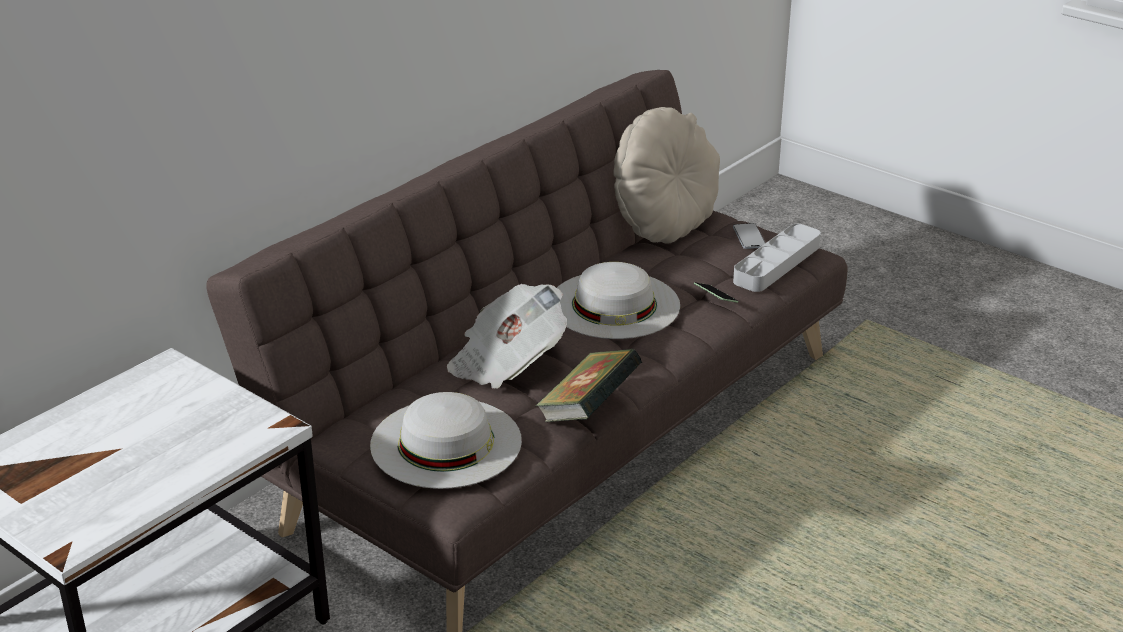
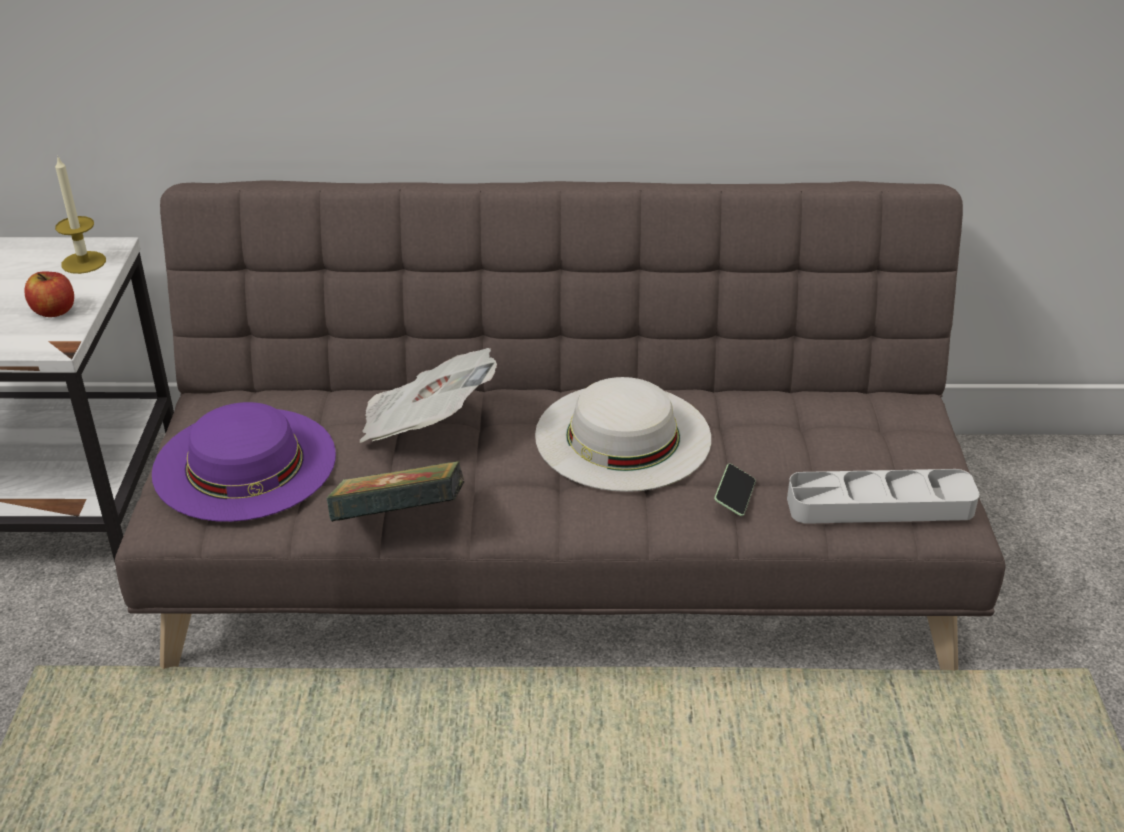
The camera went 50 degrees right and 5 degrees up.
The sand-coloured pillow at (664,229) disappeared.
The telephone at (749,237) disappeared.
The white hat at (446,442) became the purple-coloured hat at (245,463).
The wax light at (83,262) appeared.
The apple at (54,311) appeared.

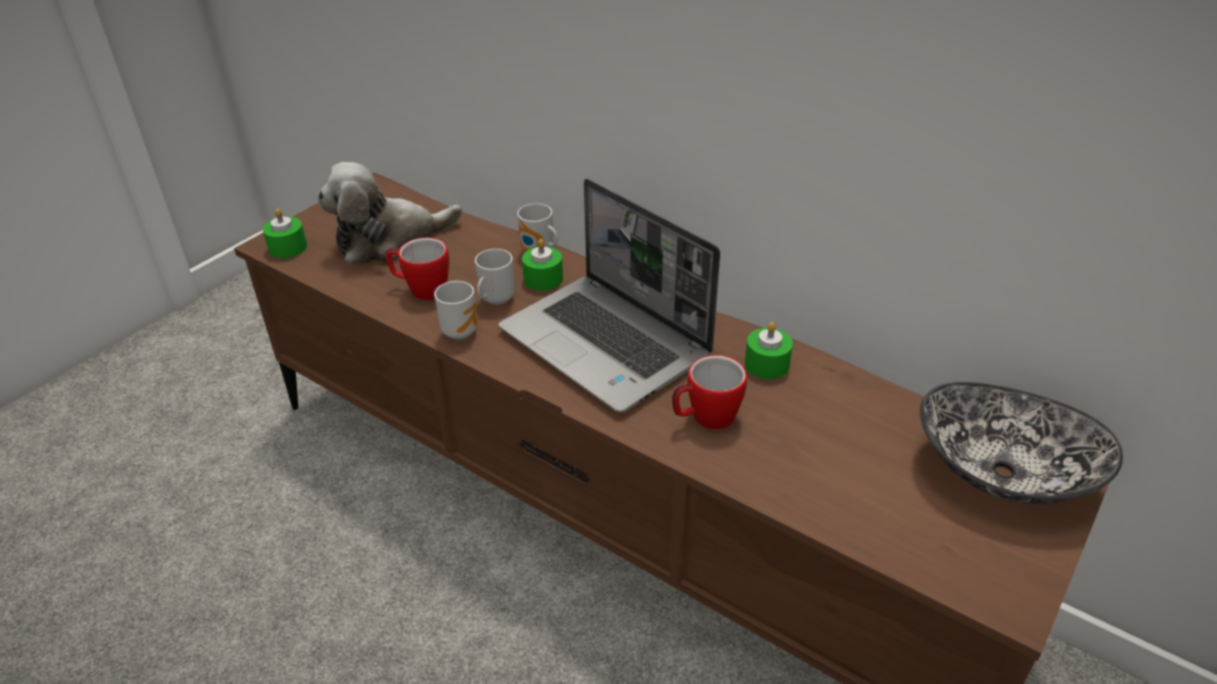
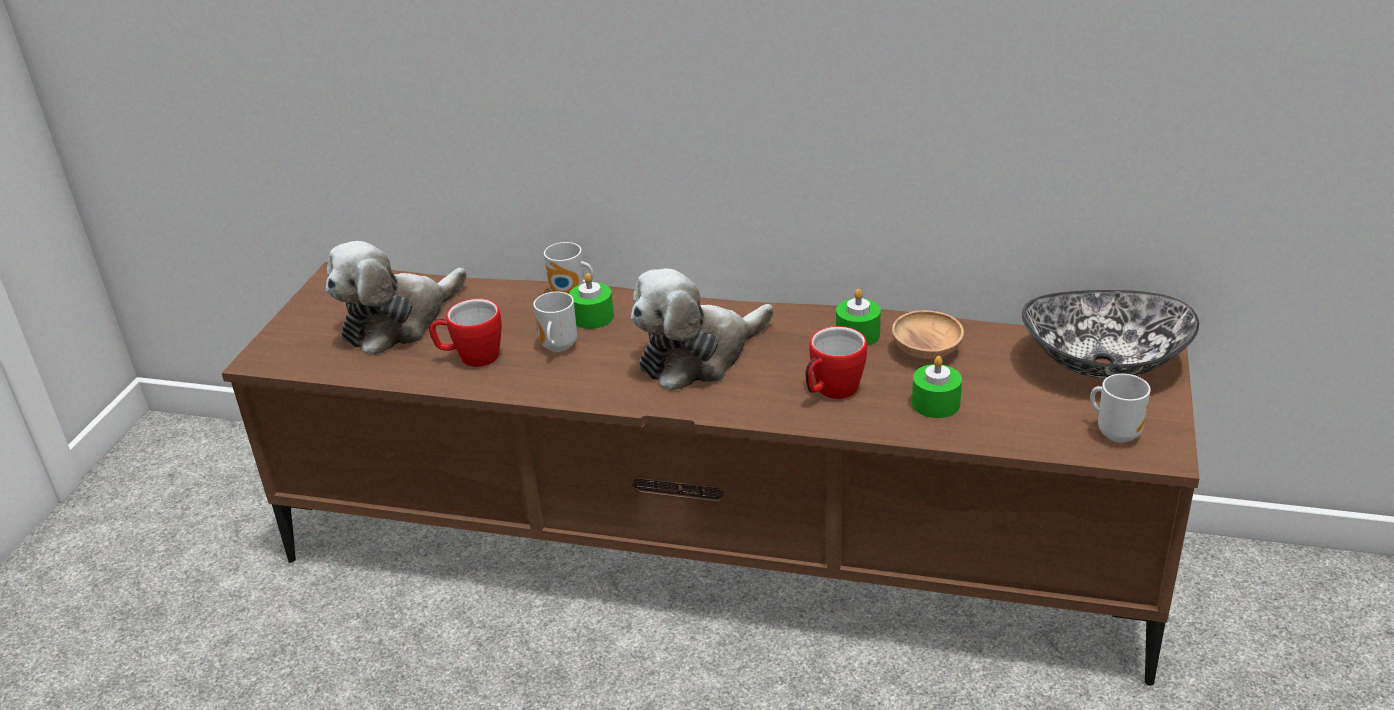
The camera went 20 degrees left and 5 degrees down.
The portable computer at (608,344) was replaced by the plush toy at (698,356).
The green wax light moved from (287,247) to (935,403).
The mug moved from (460,331) to (1116,433).
The brown-coloured deep dish at (926,351) appeared.

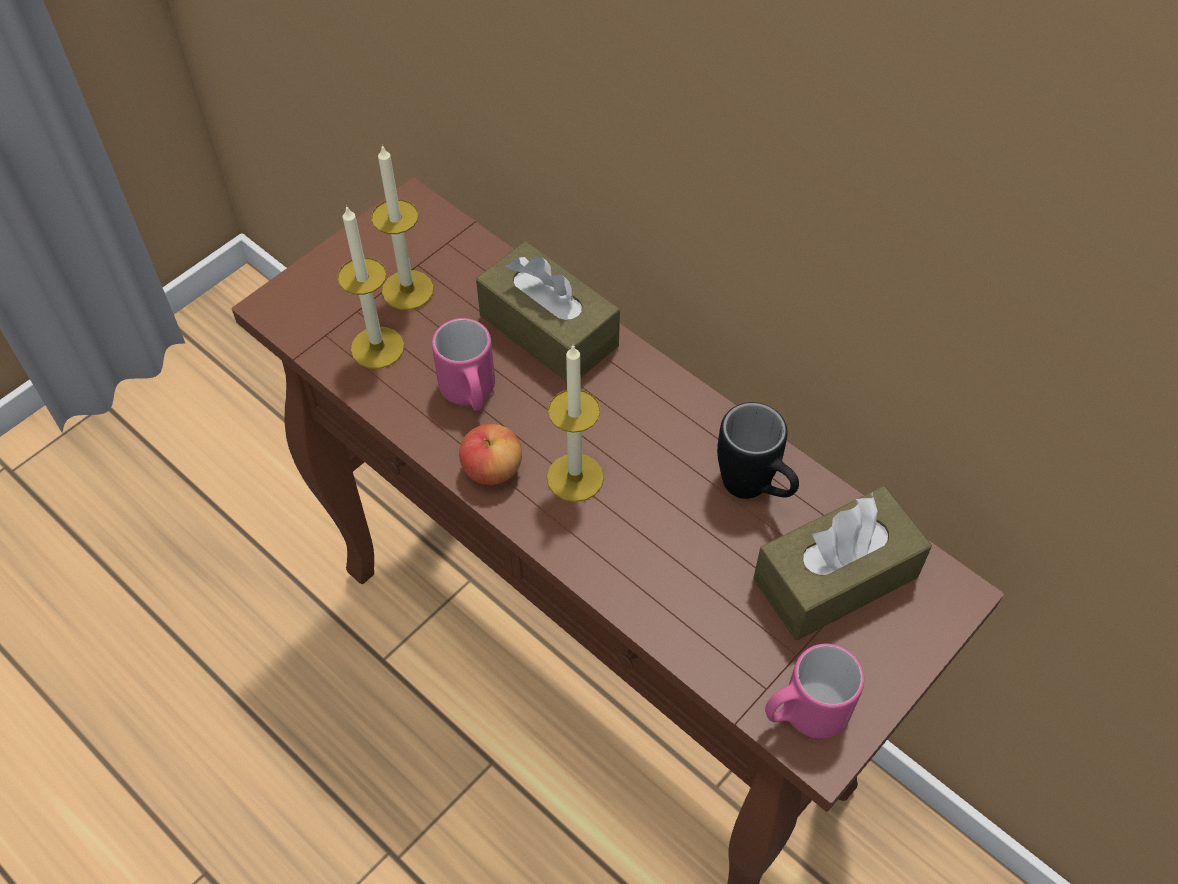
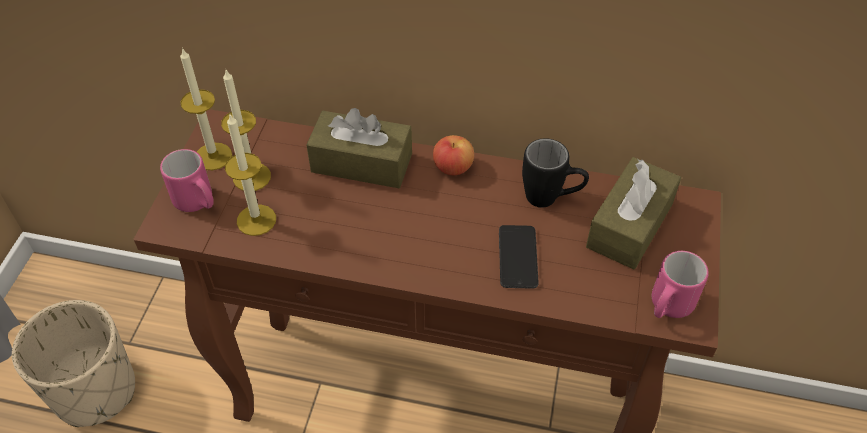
The camera went 30 degrees left and 5 degrees down.
The pink-coloured mug moved from (470,394) to (197,202).
The wax light moved from (575,477) to (213,156).
The apple moved from (492,469) to (453,167).
The telephone at (518,257) appeared.
The sand-coloured flower pot at (95,391) appeared.

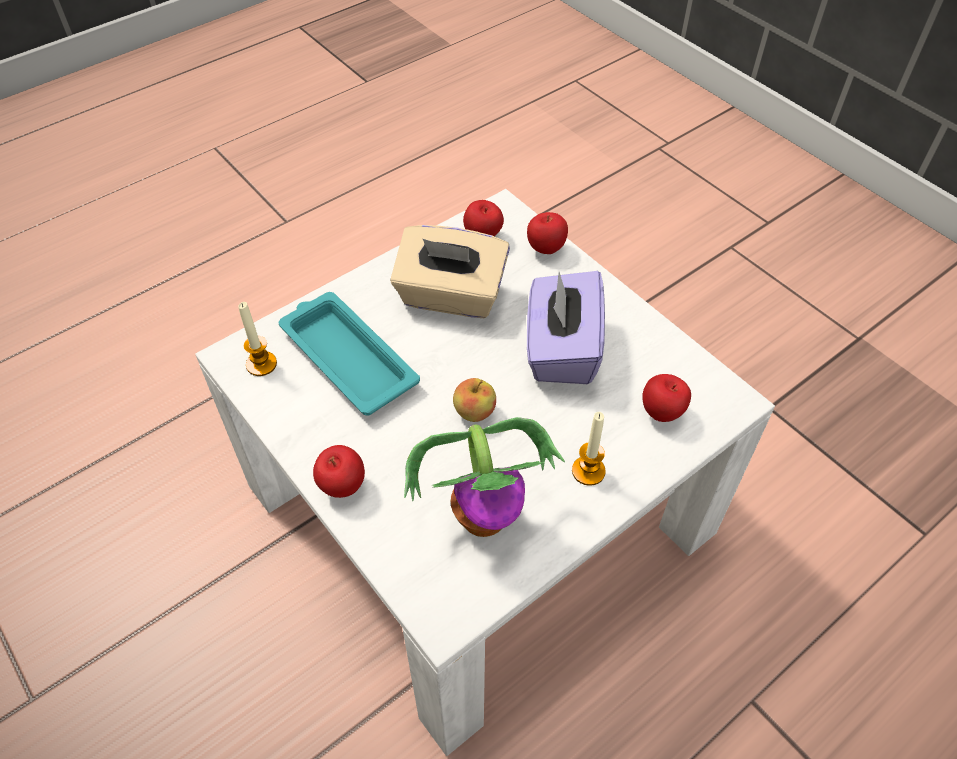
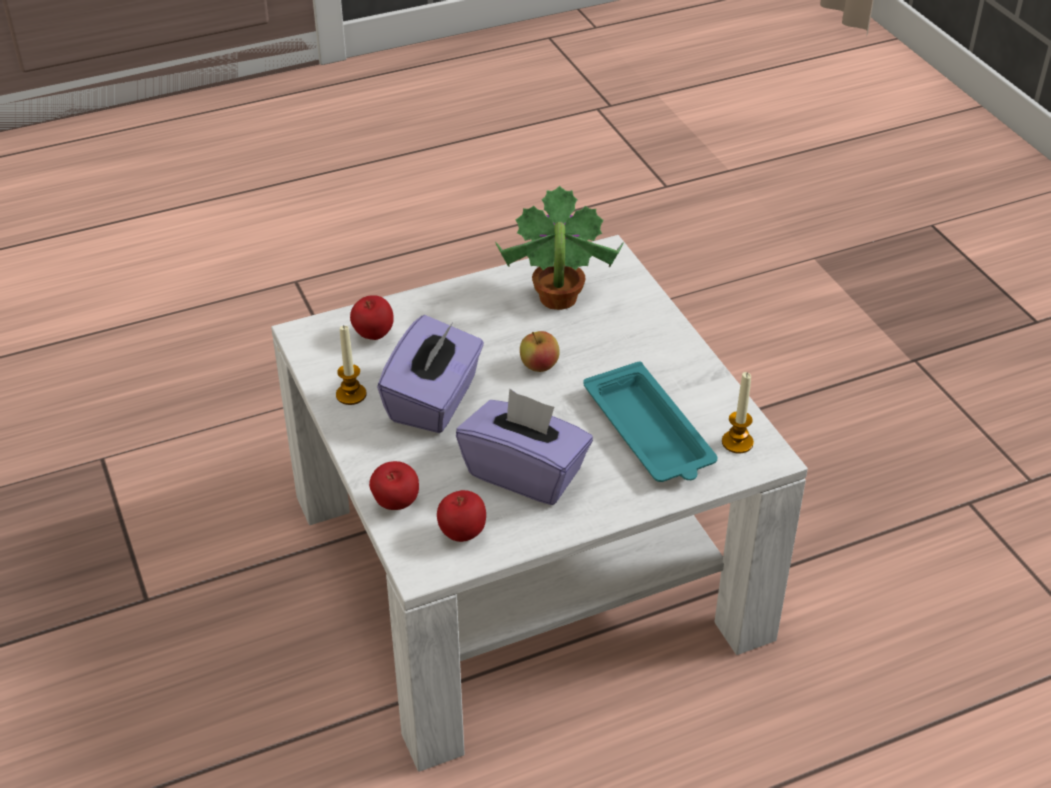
The camera went 165 degrees left and 10 degrees down.
The sand-coloured tissue box at (450,296) became the purple-coloured tissue box at (525,472).
The wax light moved from (588,471) to (351,394).
The apple at (342,486) disappeared.

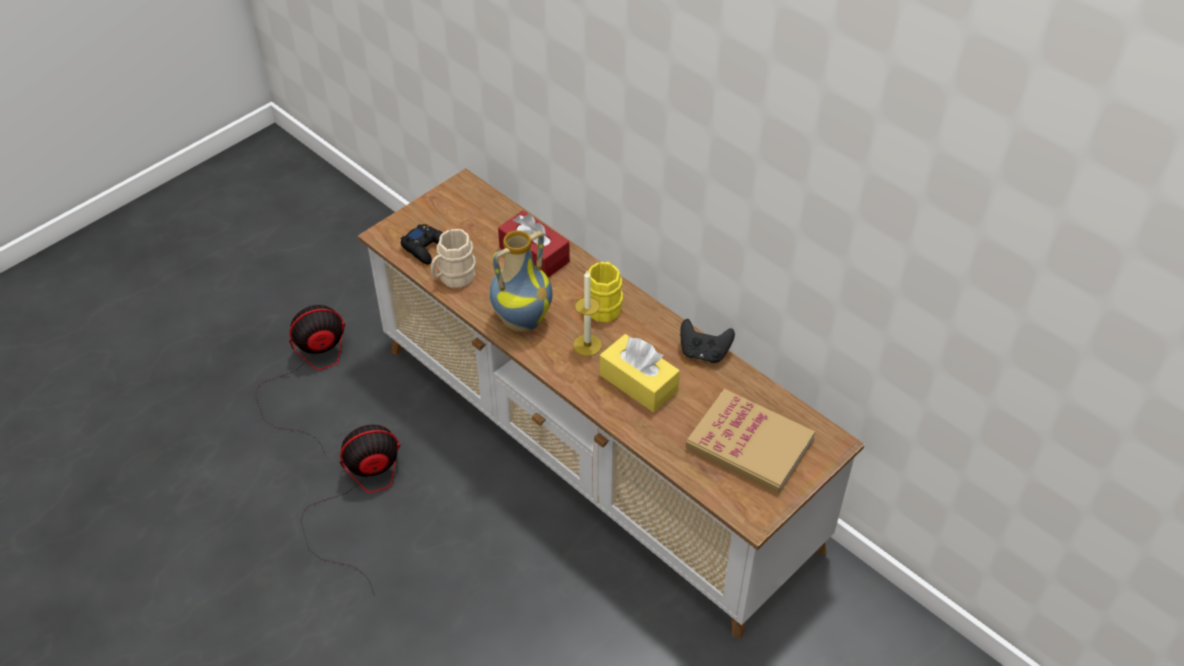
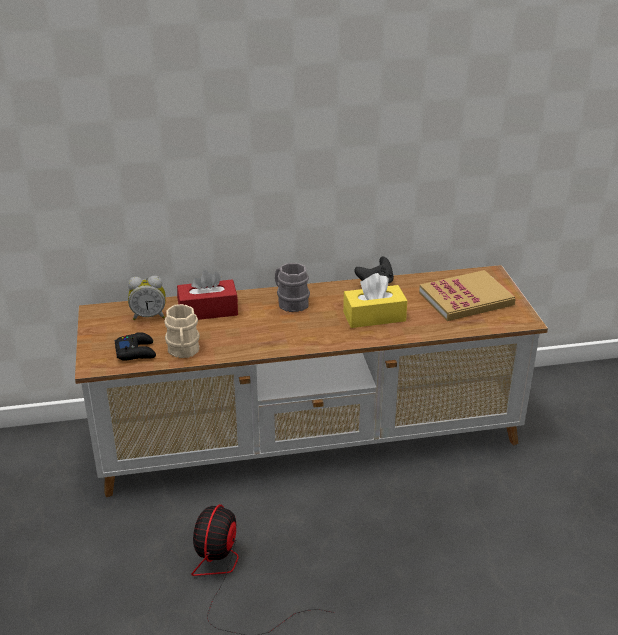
The camera went 55 degrees left and 15 degrees down.
The flower vase at (521,319) disappeared.
The yellowish mug at (604,304) became the greyish mug at (290,302).
The wax light at (587,345) disappeared.
The cooling fan at (309,374) disappeared.
The bedside clock at (149,316) appeared.

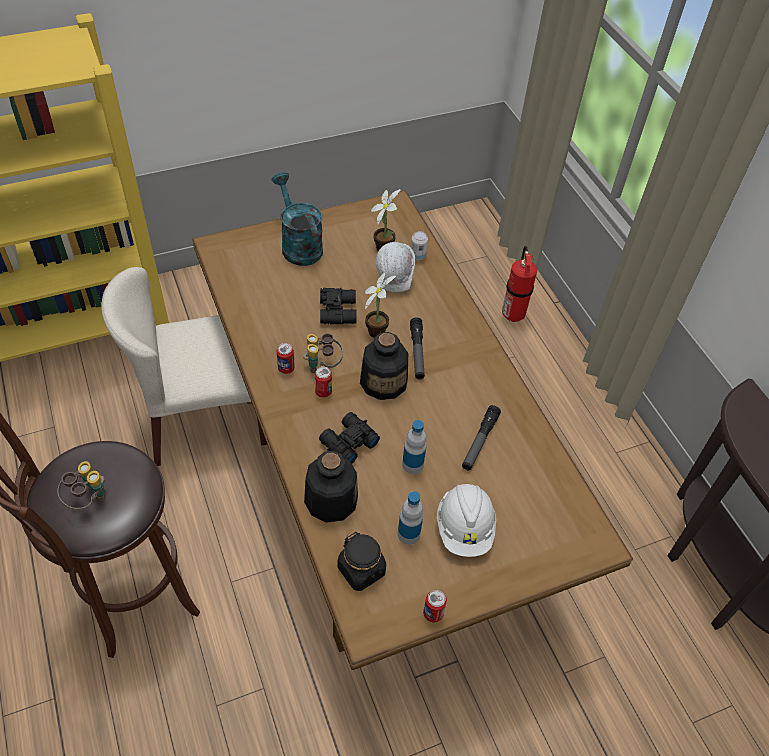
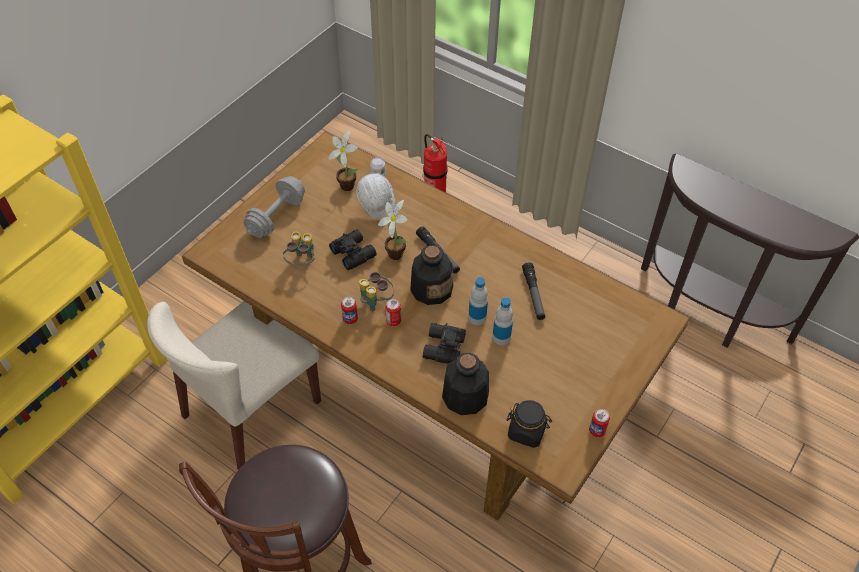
The camera went 30 degrees left and 0 degrees up.
The turquoise watering pot at (298,244) was replaced by the greyish hand weight at (276,216).
The pair of binoculars moved from (88,500) to (302,262).
The white safety helmet at (464,528) disappeared.
The drink bottle moved from (408,534) to (477,317).

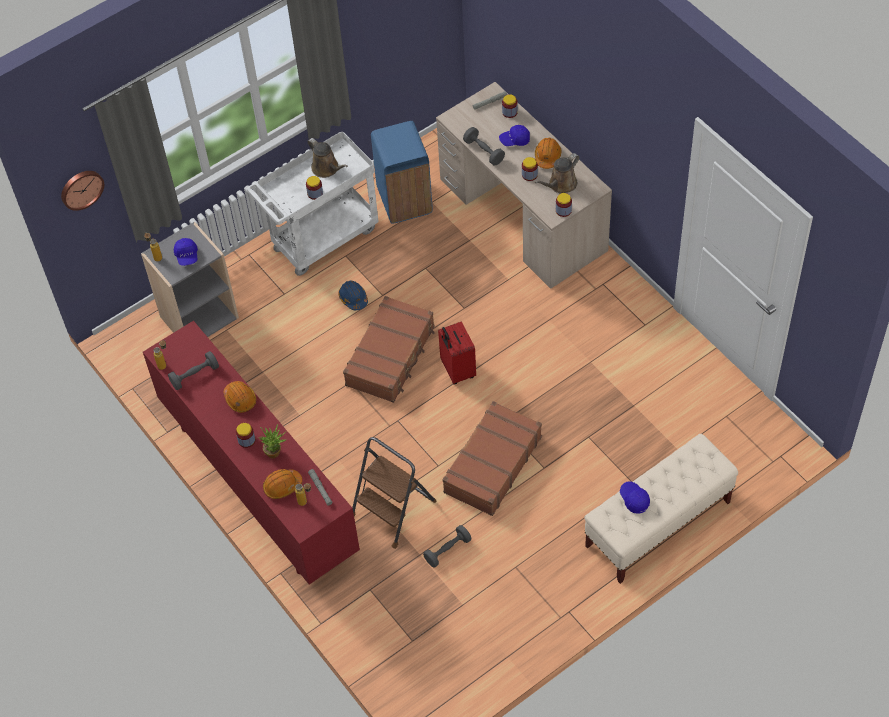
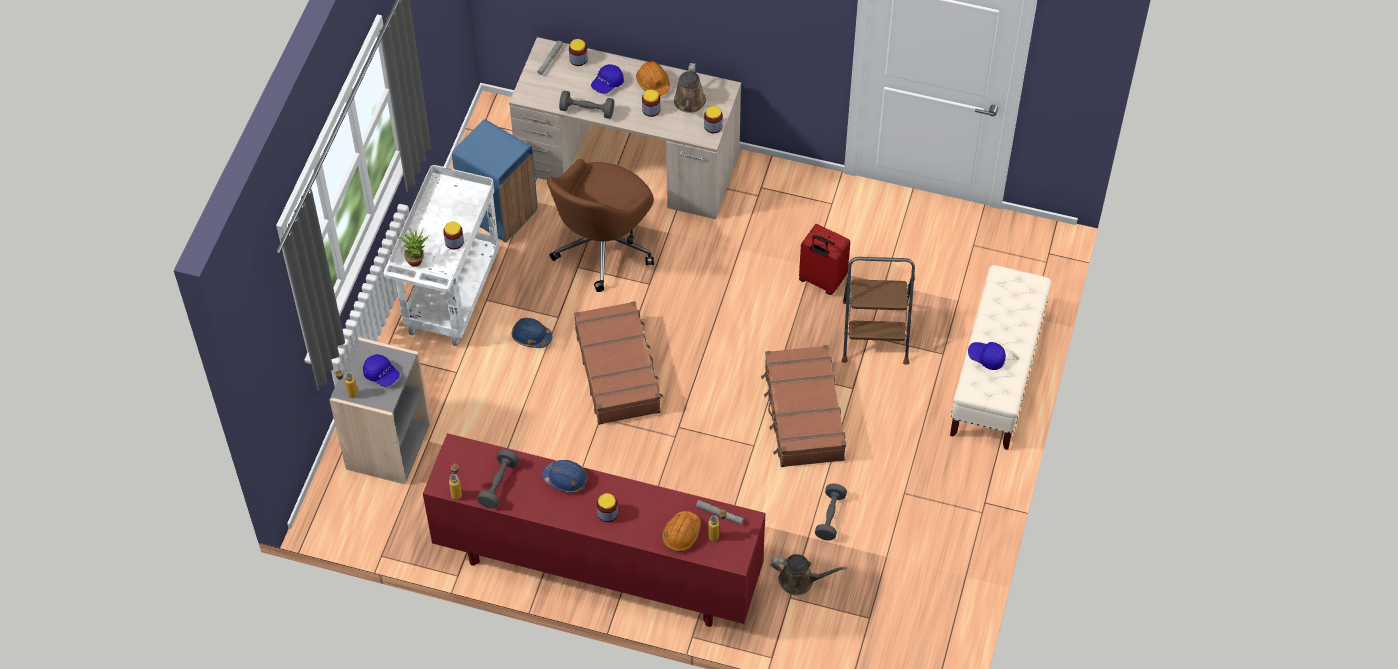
The camera went 40 degrees left and 0 degrees up.
The brown-coloured watering pot moved from (327,169) to (800,580).
The wall clock at (81,188) disappeared.
The red piece of luggage moved from (457,370) to (821,280).
The orange-coloured safety helmet at (240,399) became the blue-coloured safety helmet at (565,479).
The potted plant moved from (275,452) to (417,259).
The brown-coloured stepladder moved from (395,506) to (875,329).
The brown-coloured computer chair at (603,249) appeared.

